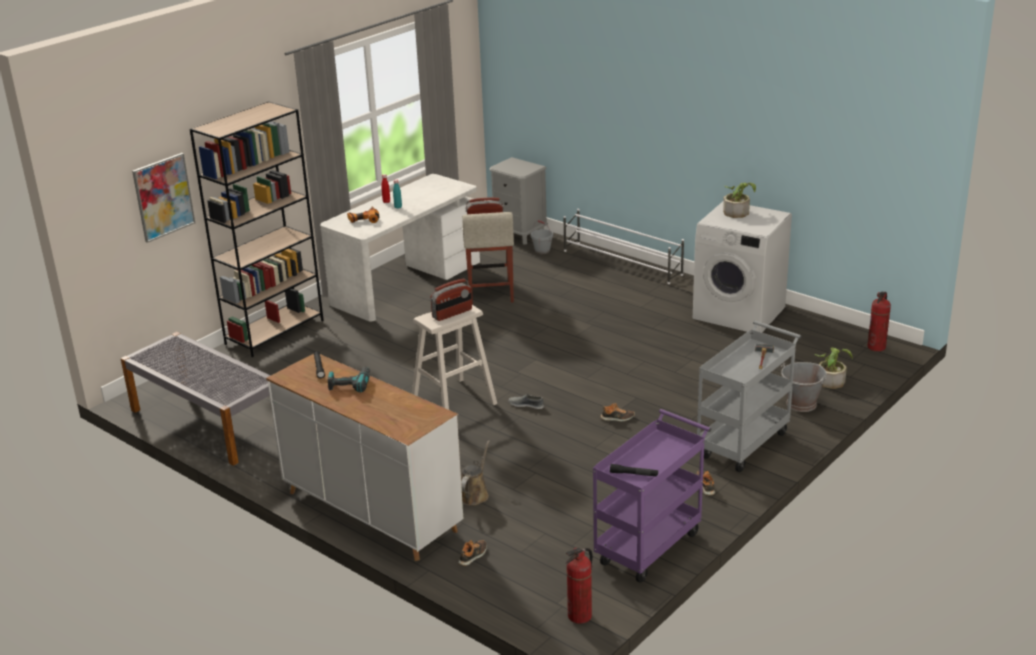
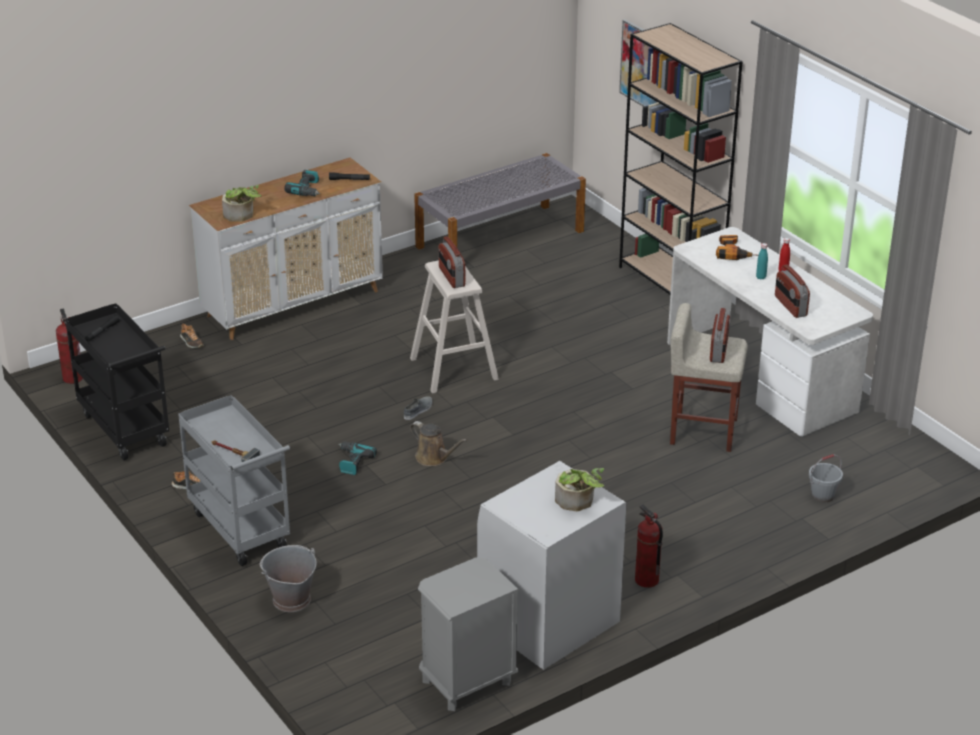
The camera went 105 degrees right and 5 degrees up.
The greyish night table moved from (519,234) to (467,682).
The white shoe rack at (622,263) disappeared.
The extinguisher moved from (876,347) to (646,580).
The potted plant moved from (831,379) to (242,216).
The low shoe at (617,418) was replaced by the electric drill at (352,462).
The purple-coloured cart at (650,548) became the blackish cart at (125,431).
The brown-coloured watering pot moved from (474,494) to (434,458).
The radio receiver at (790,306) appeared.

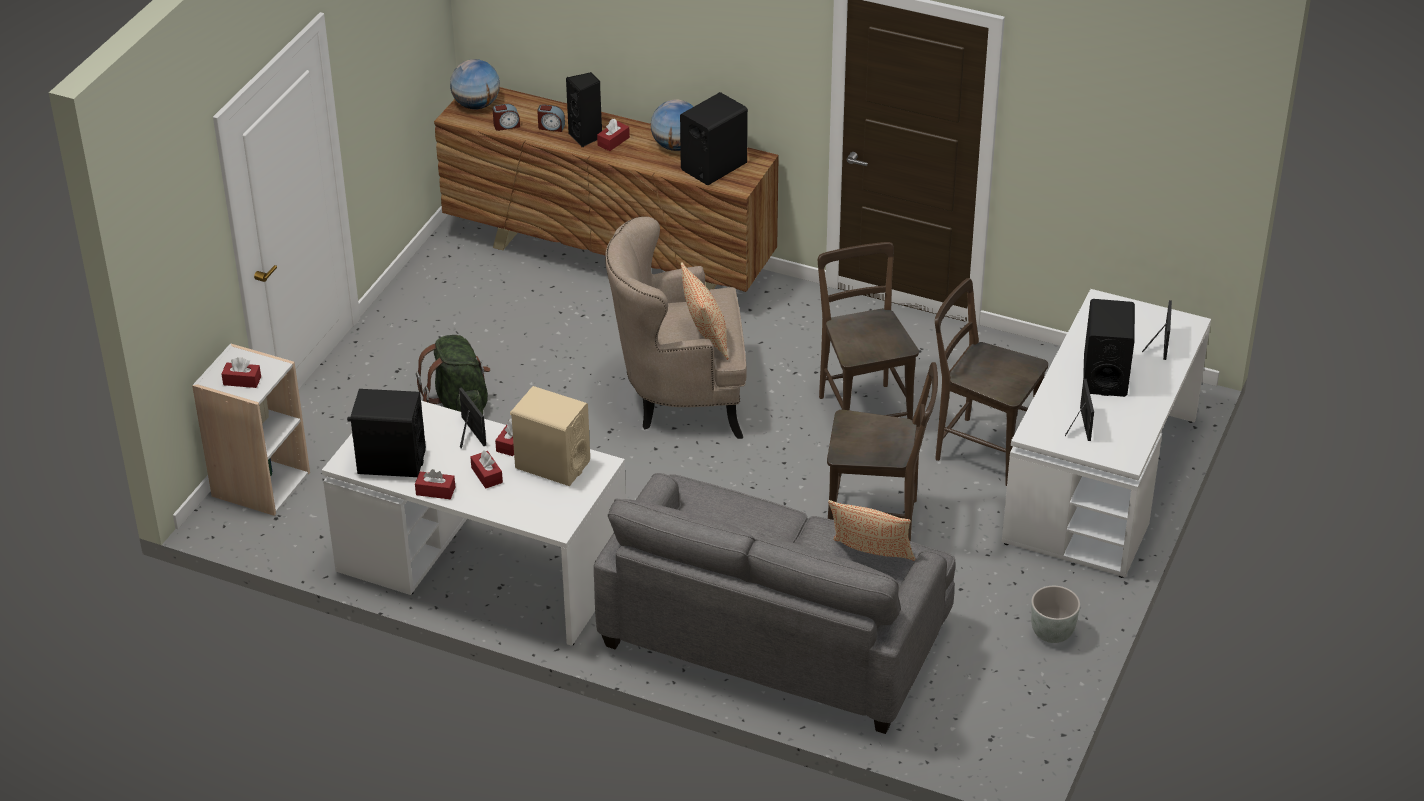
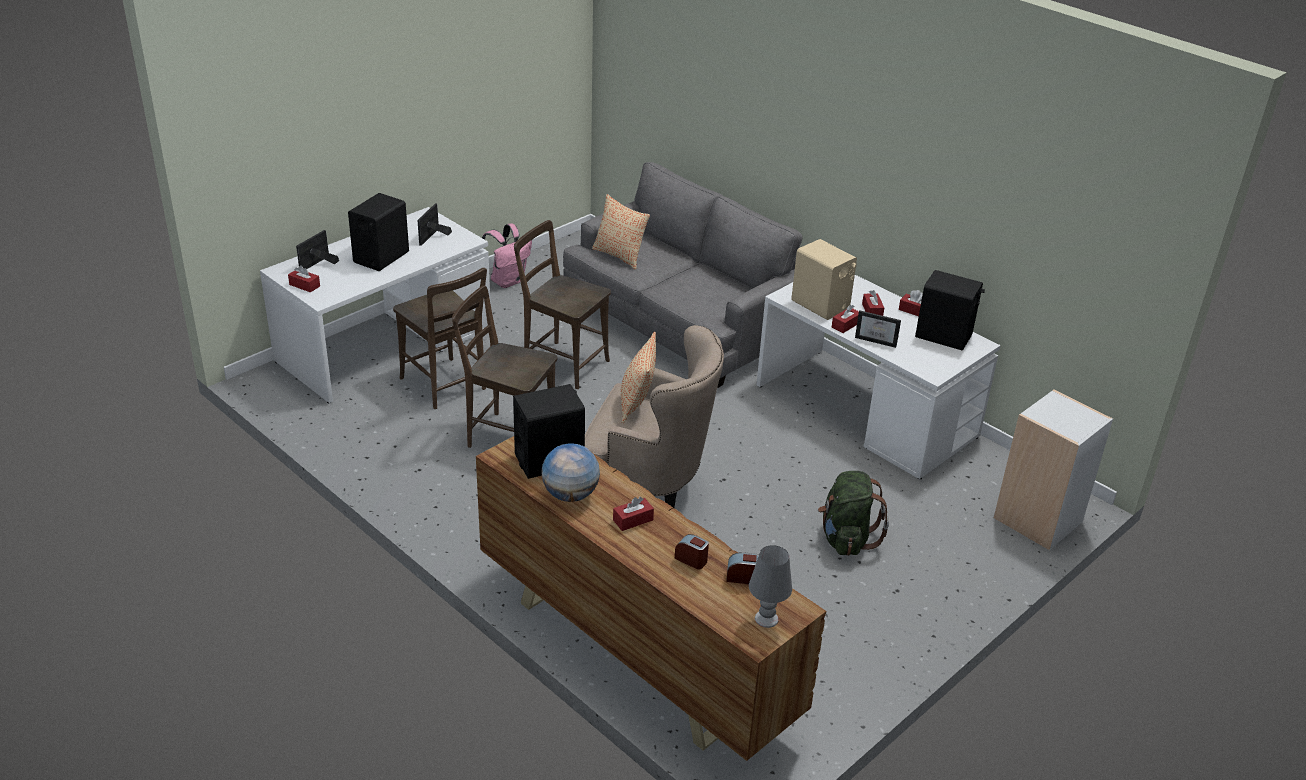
The camera went 160 degrees left and 5 degrees down.
The desk globe at (476,105) was replaced by the greyish table lamp at (766,618).
The blackish loudspeaker at (586,137) disappeared.
The brown-coloured plain chair at (863,411) turned 105 degrees clockwise.
The red tissue box moved from (242,381) to (304,285).
The standing frame at (468,432) turned 60 degrees counterclockwise.
The greyish flower pot at (1052,633) was replaced by the pink-coloured backpack at (507,281).

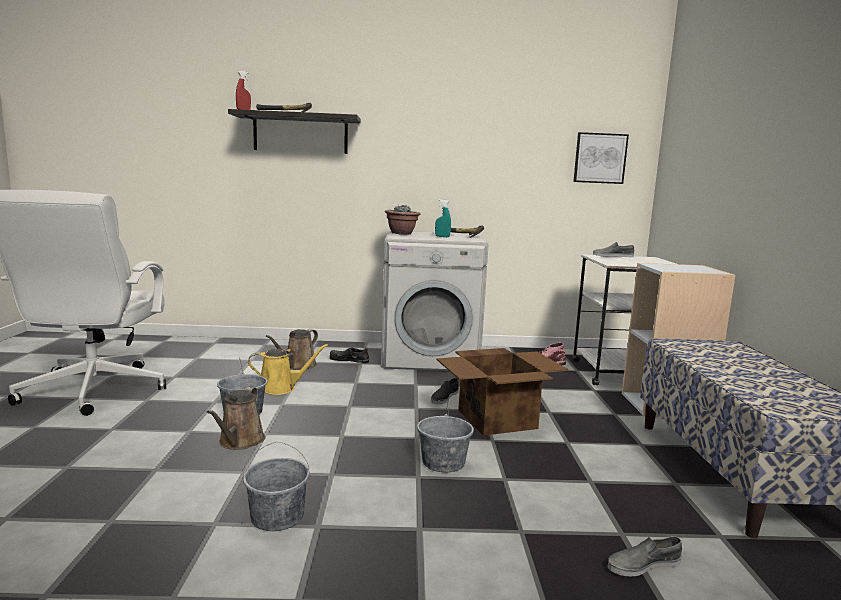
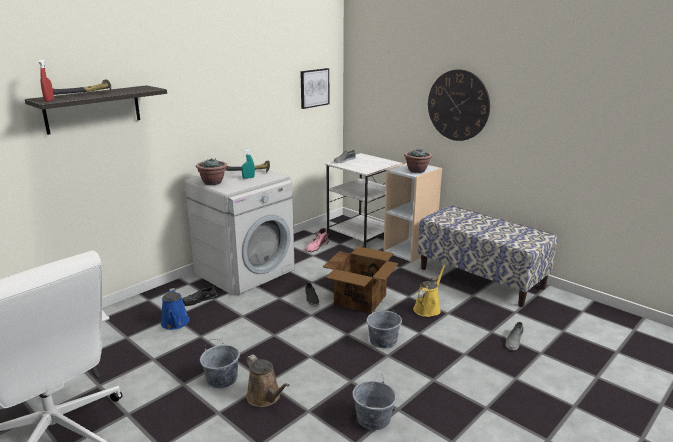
The camera went 45 degrees left and 10 degrees up.
The brown-coloured watering pot at (298,366) became the blue-coloured watering pot at (175,323).
The yellowish watering pot moved from (281,388) to (428,308).
The wall clock at (458,105) appeared.
The potted plant at (417,171) appeared.

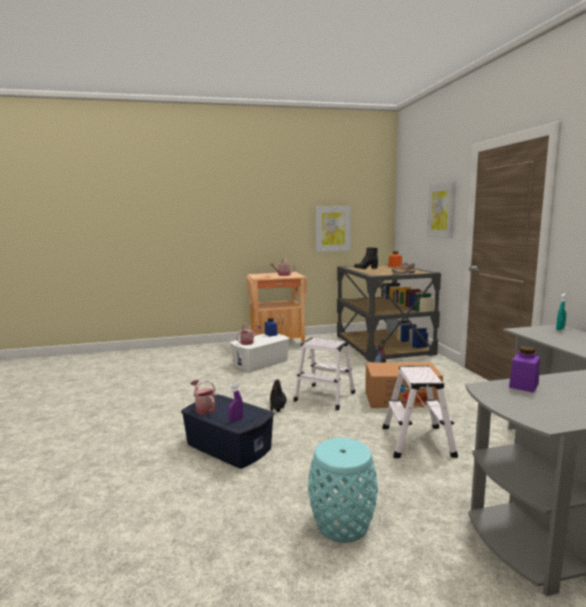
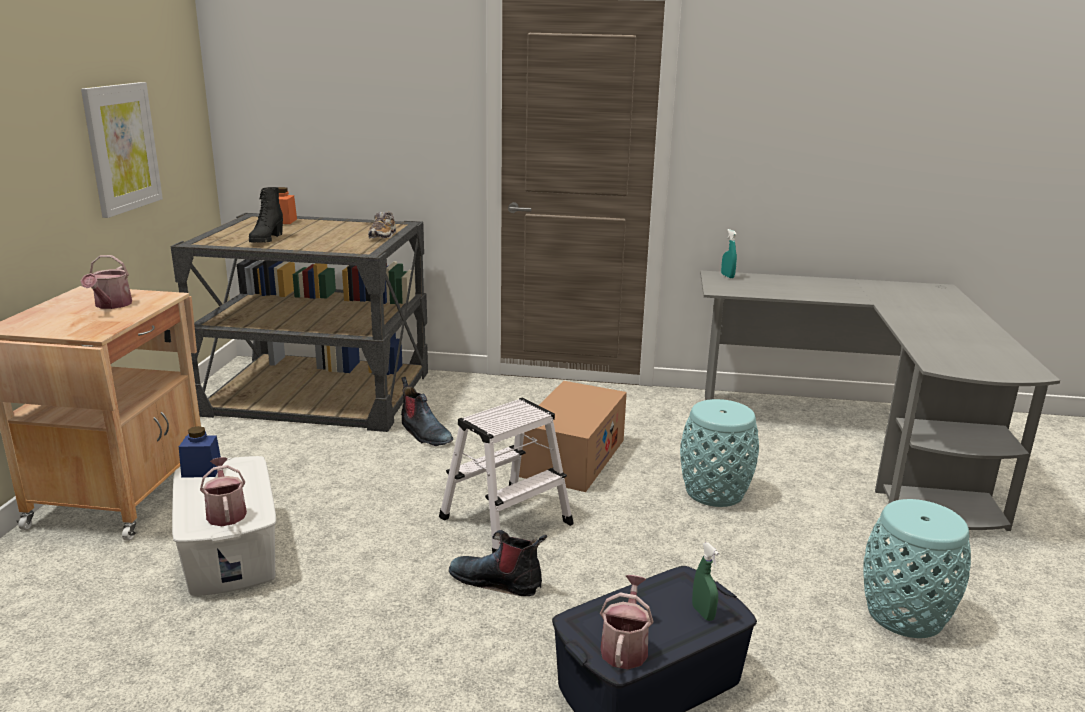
The camera went 70 degrees left and 10 degrees up.
The picture at (441,210) disappeared.
The purple-coloured storage jar at (523,385) disappeared.
The white stepladder at (417,441) was replaced by the turquoise stool seat at (714,492).
The watering pot at (204,408) turned 120 degrees clockwise.
The purple-coloured sprayer at (236,420) became the green sprayer at (703,613).

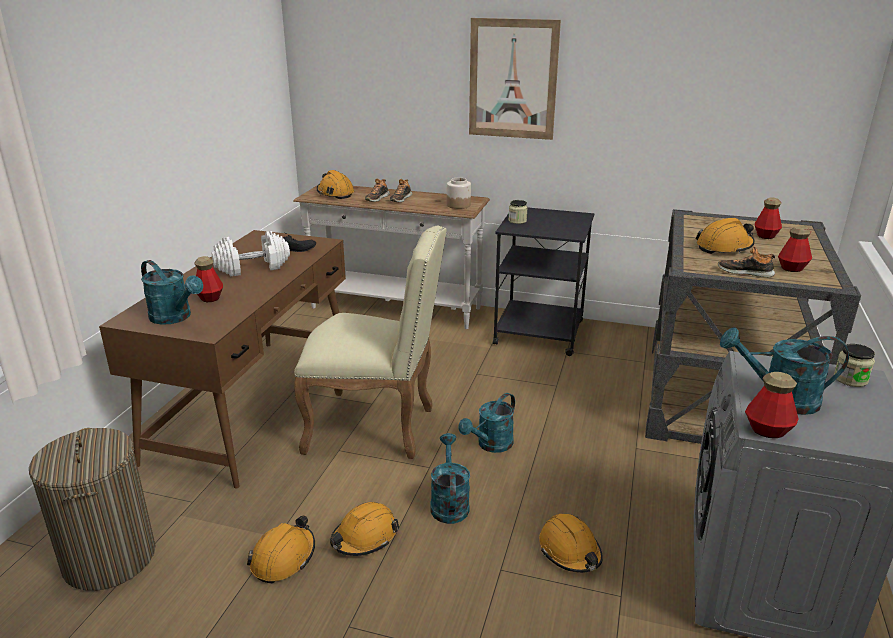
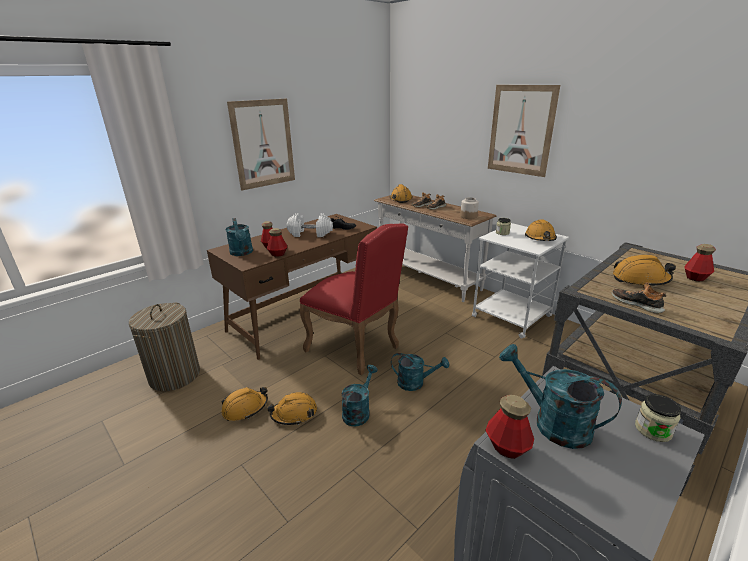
The camera went 30 degrees right and 0 degrees up.
The blackish cart at (540,333) became the white cart at (512,317).
The sand-coloured plain chair at (374,427) became the red plain chair at (355,348).
The drink bottle moved from (792,268) to (278,254).
The turquoise watering pot at (491,445) turned 150 degrees counterclockwise.
The orange-coloured safety helmet moved from (570,551) to (540,238).
The picture at (263,144) appeared.

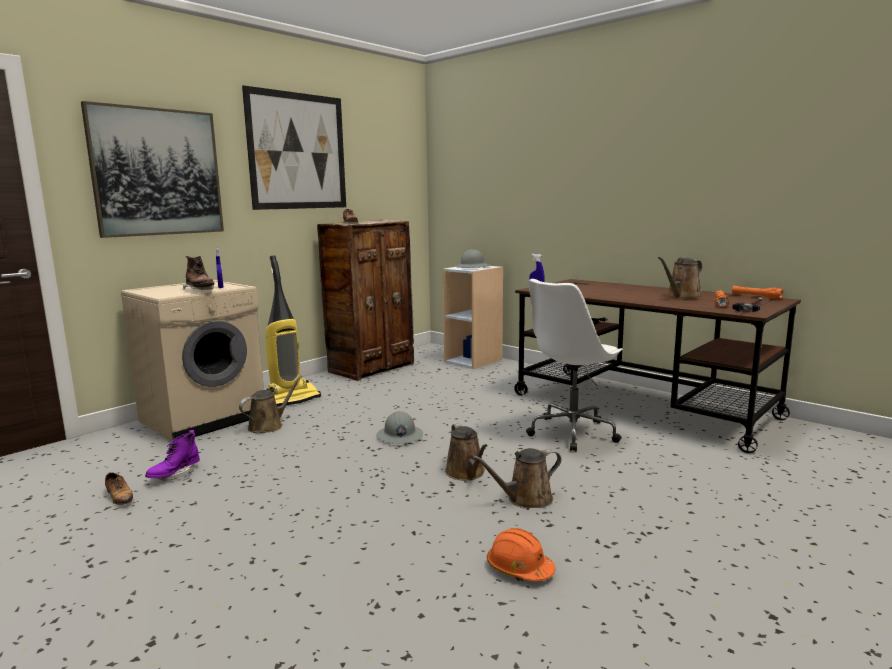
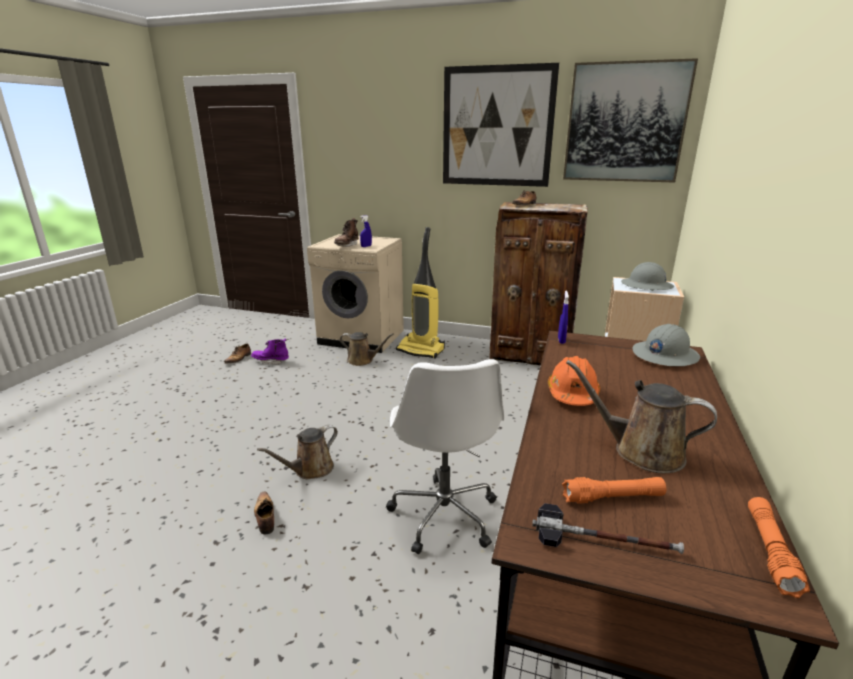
The camera went 65 degrees right and 10 degrees up.
The picture moved from (157,172) to (625,123).
The white computer chair at (571,434) turned 120 degrees counterclockwise.
The greyish safety helmet moved from (399,436) to (664,355).
The brown-coloured watering pot at (525,499) was replaced by the low shoe at (265,516).
The orange-coloured safety helmet moved from (519,568) to (572,394).

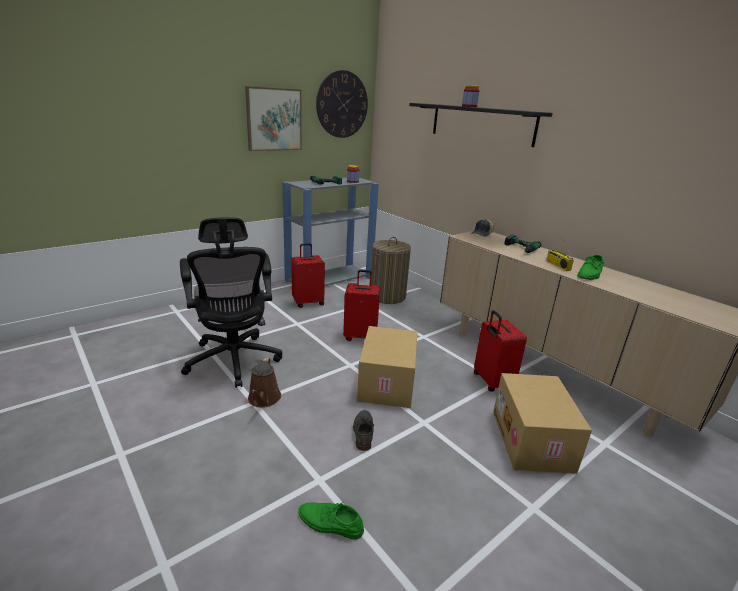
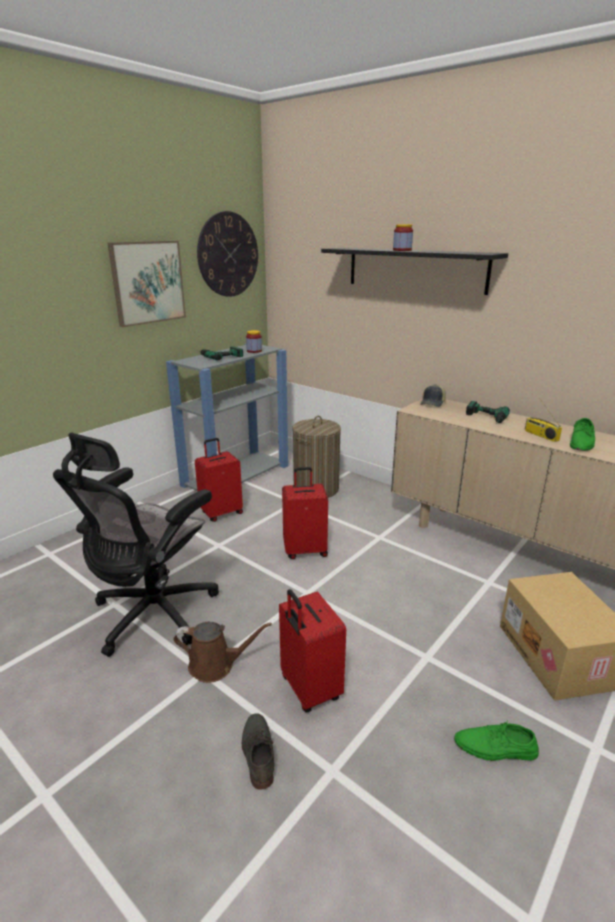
The camera went 10 degrees left and 0 degrees up.
The computer chair at (234,360) turned 60 degrees clockwise.
The red piece of luggage moved from (491,382) to (309,689).
The cardboard box at (385,382) disappeared.
The brown-coloured watering pot at (264,399) turned 75 degrees counterclockwise.
The greyish low shoe moved from (363,431) to (257,752).
The green low shoe moved from (330,523) to (495,748).

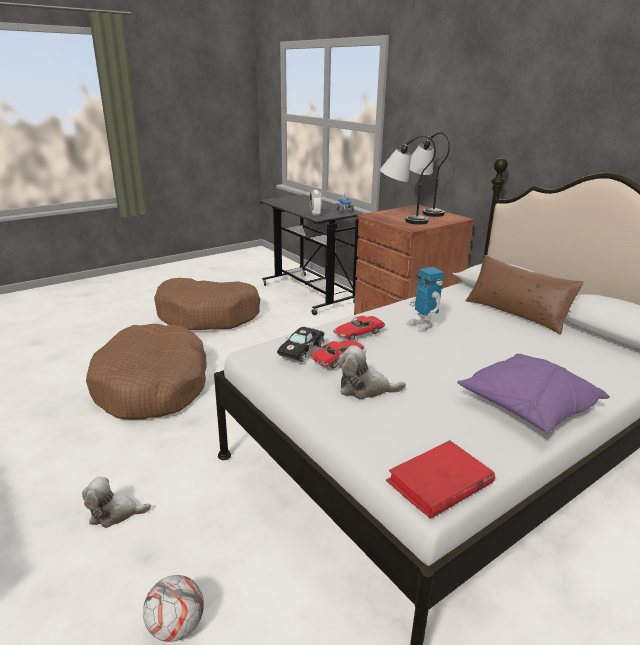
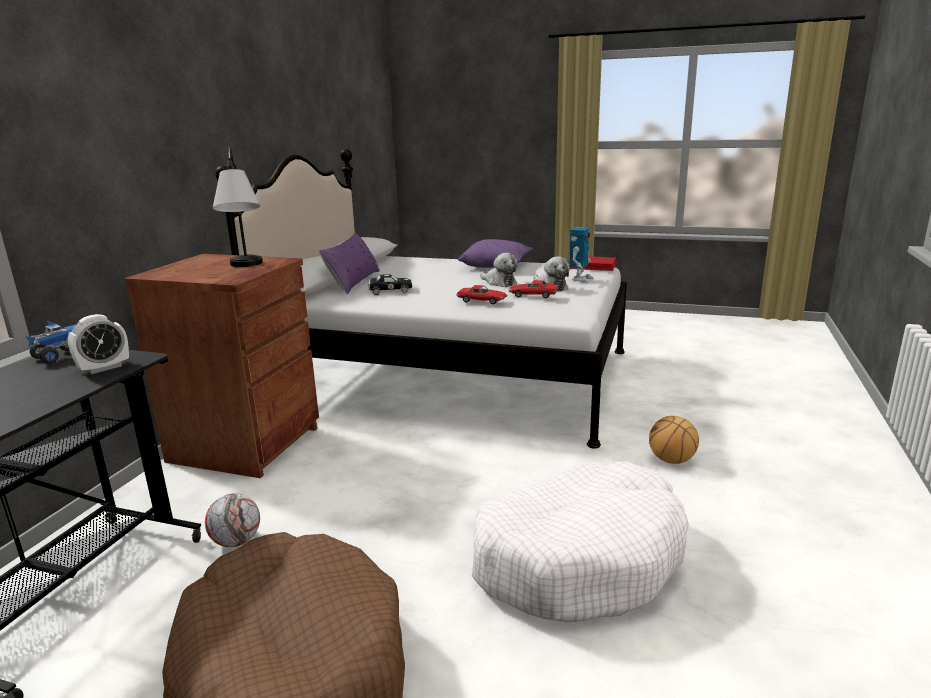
The camera went 125 degrees left and 5 degrees down.
The table lamp at (422,211) disappeared.
The brown-coloured pillow at (516,313) became the purple-coloured pillow at (353,282).
The robot figure moved from (422,325) to (580,279).
The brown-coloured dog bed at (152,386) became the white dog bed at (578,558).
The blackish toy car moved from (302,350) to (388,291).
The plush toy moved from (115,513) to (498,283).
The ball for football moved from (176,627) to (236,541).
The ball for basketball at (671,460) appeared.

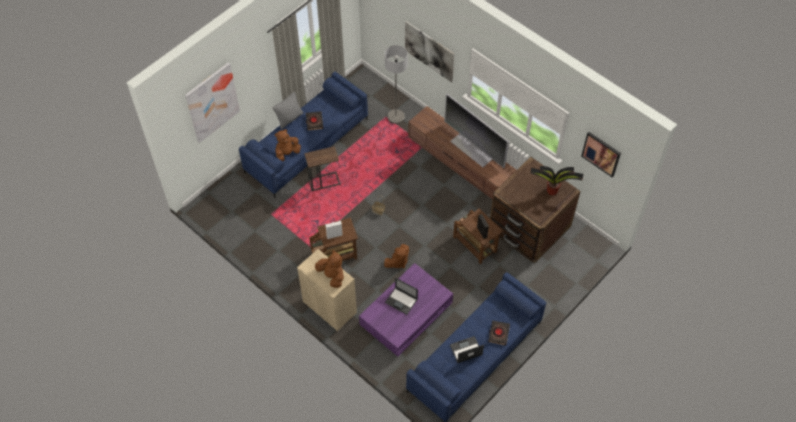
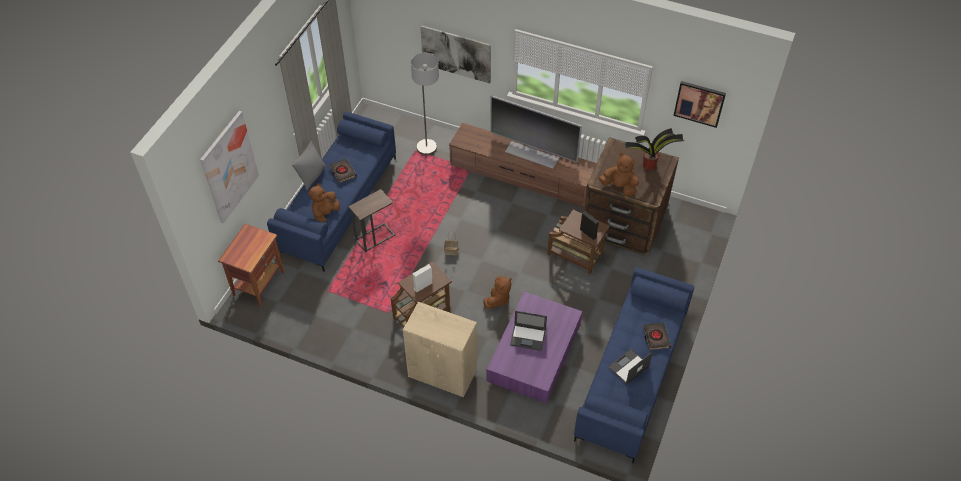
The camera went 20 degrees left and 5 degrees down.
The brown-coloured plush toy moved from (332,276) to (619,187).
The night table at (258,283) appeared.

